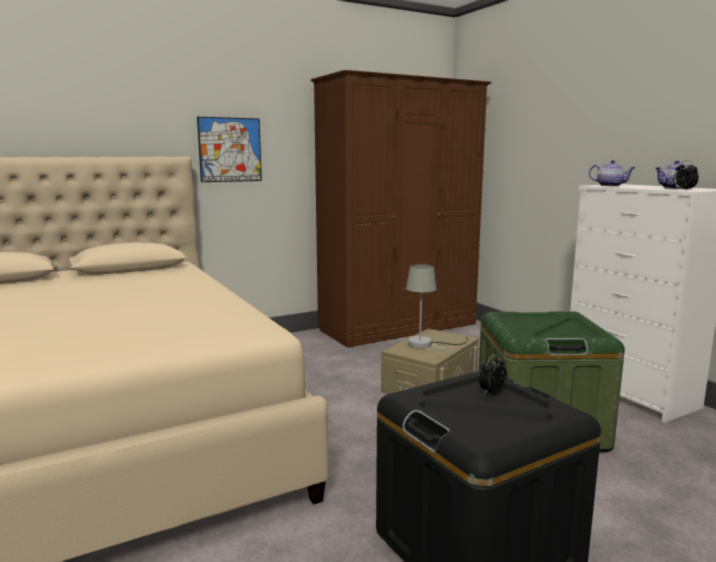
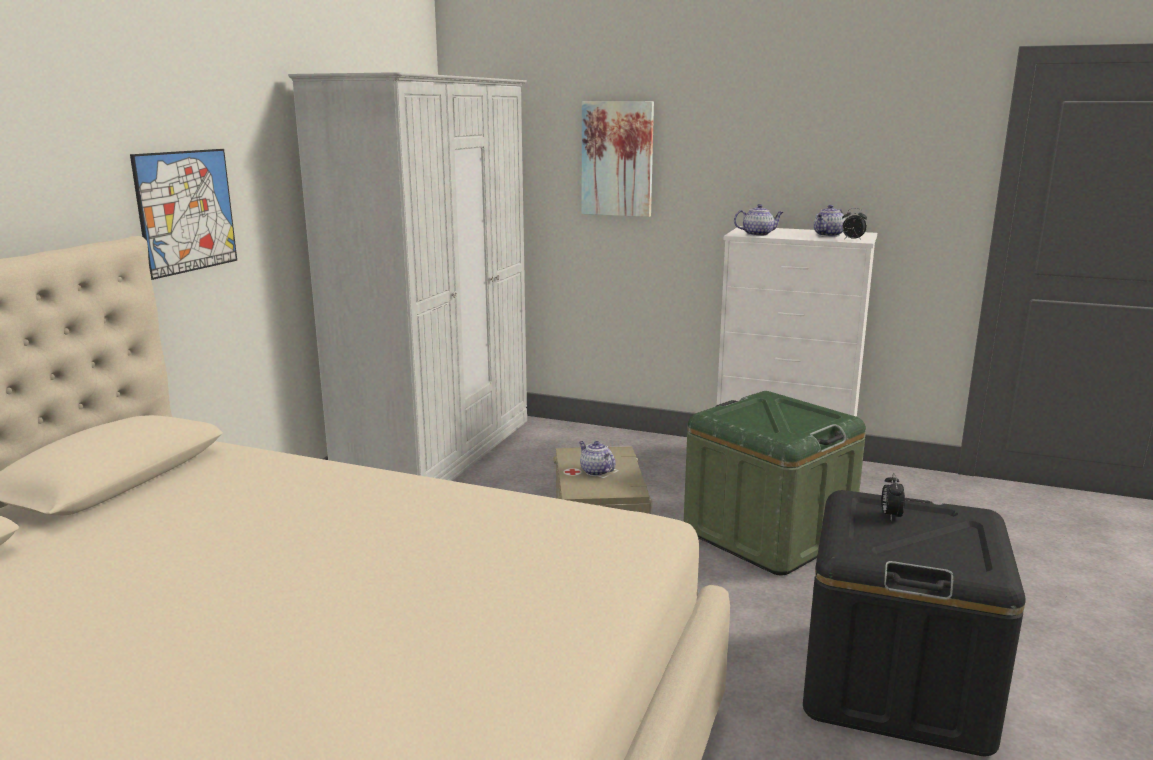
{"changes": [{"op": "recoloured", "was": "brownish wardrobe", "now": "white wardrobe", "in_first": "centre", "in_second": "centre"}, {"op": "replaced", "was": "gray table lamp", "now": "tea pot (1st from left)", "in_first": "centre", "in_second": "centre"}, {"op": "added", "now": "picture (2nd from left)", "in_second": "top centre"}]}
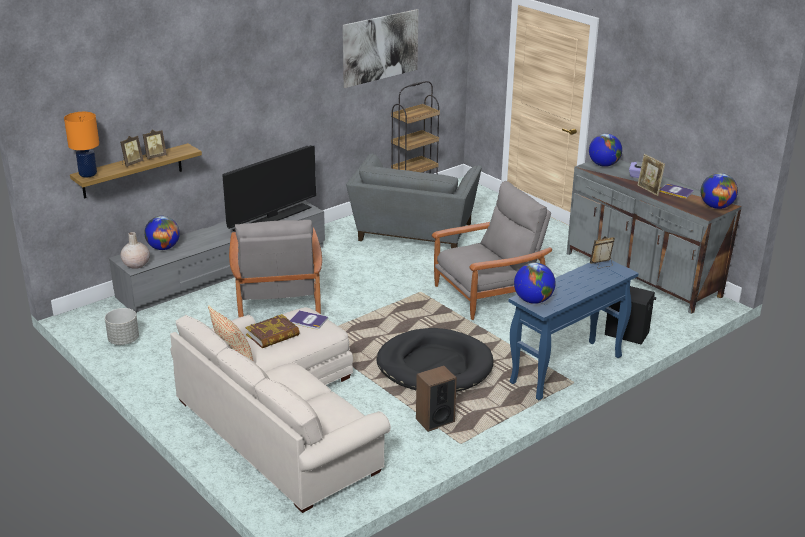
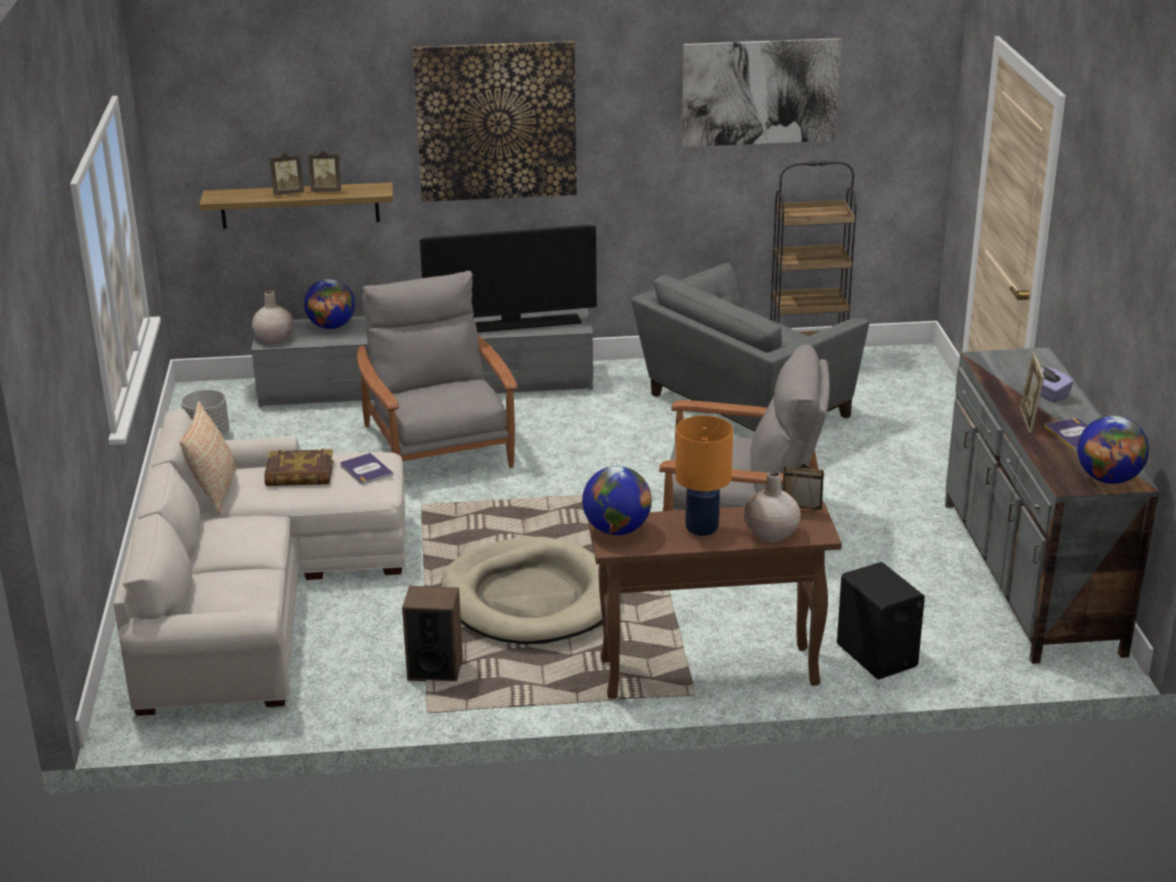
{"changes": [{"op": "moved", "was": "orangey table lamp", "in_first": "top left", "in_second": "centre"}, {"op": "turned", "was": "gray armchair (1st from left)", "in_first": "centre", "in_second": "centre", "clockwise": 135}, {"op": "recoloured", "was": "black pet bed", "now": "beige-coloured pet bed", "in_first": "bottom centre", "in_second": "bottom centre"}, {"op": "recoloured", "was": "blue console table", "now": "brownish console table", "in_first": "middle right", "in_second": "bottom centre"}, {"op": "removed", "was": "desk globe (3rd from left)", "in_first": "top right"}, {"op": "added", "now": "picture (1st from left)", "in_second": "top centre"}, {"op": "added", "now": "beige-coloured decorative vase (2nd from left)", "in_second": "centre"}]}
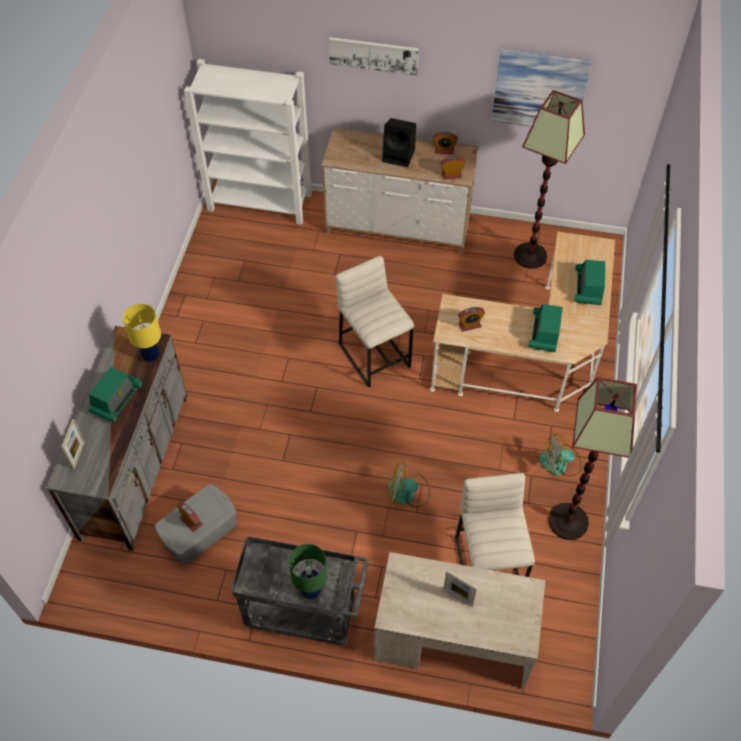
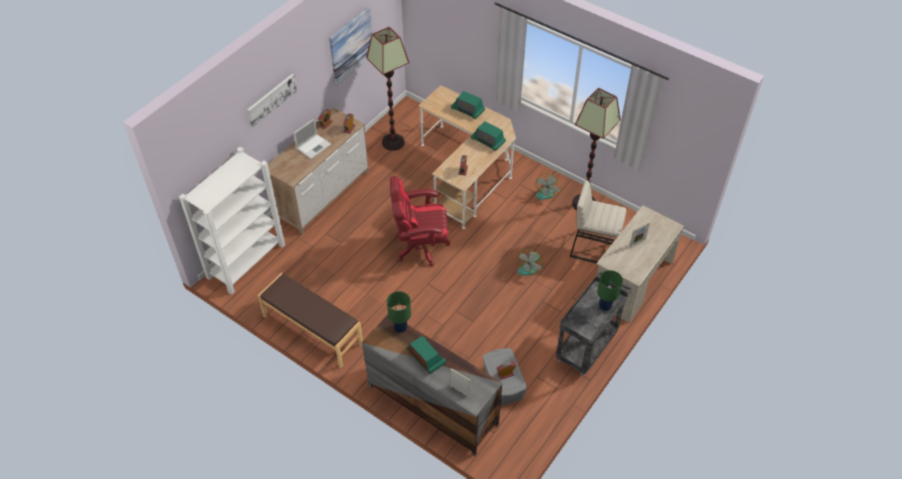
{"changes": [{"op": "recoloured", "was": "yellow table lamp", "now": "green-coloured table lamp (1st from left)", "in_first": "middle left", "in_second": "centre"}, {"op": "replaced", "was": "beige-coloured stool (1st from left)", "now": "red-coloured office chair", "in_first": "centre", "in_second": "centre"}, {"op": "replaced", "was": "black speaker", "now": "portable computer", "in_first": "top centre", "in_second": "top centre"}, {"op": "added", "now": "brownish bench", "in_second": "bottom centre"}]}
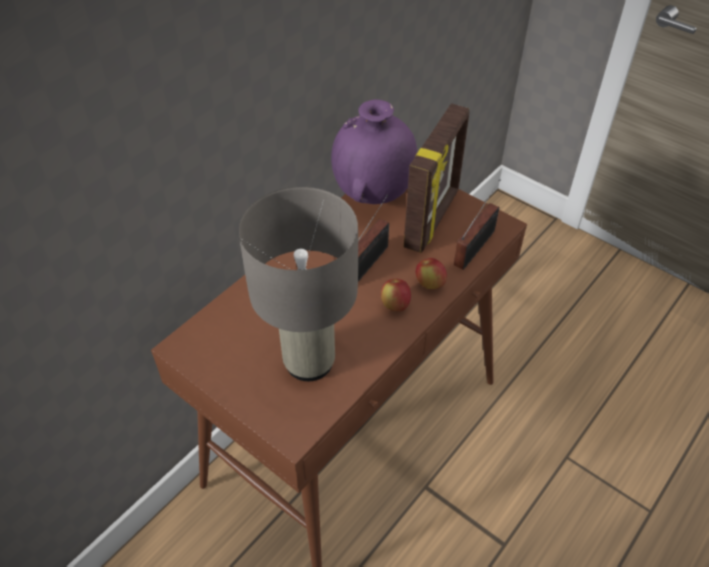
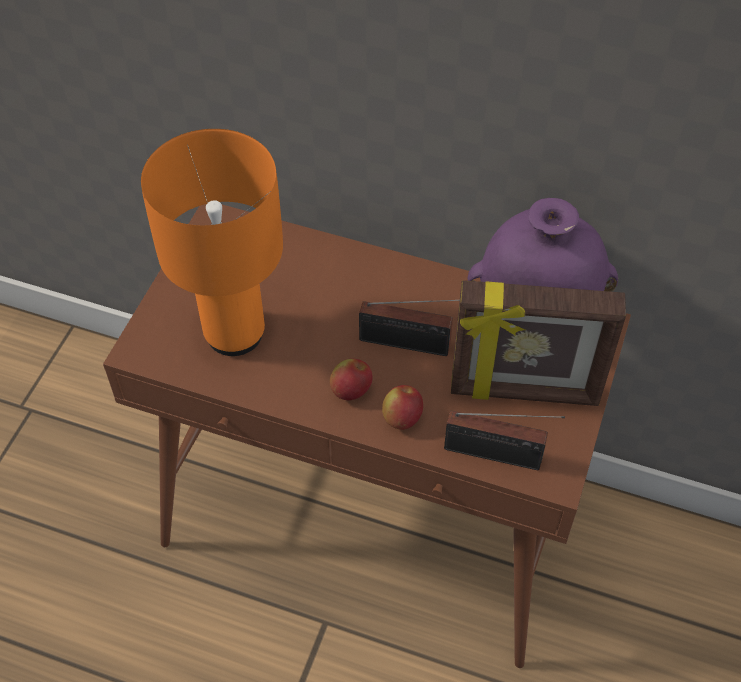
{"changes": [{"op": "recoloured", "was": "gray table lamp", "now": "orangey table lamp", "in_first": "centre", "in_second": "middle left"}]}
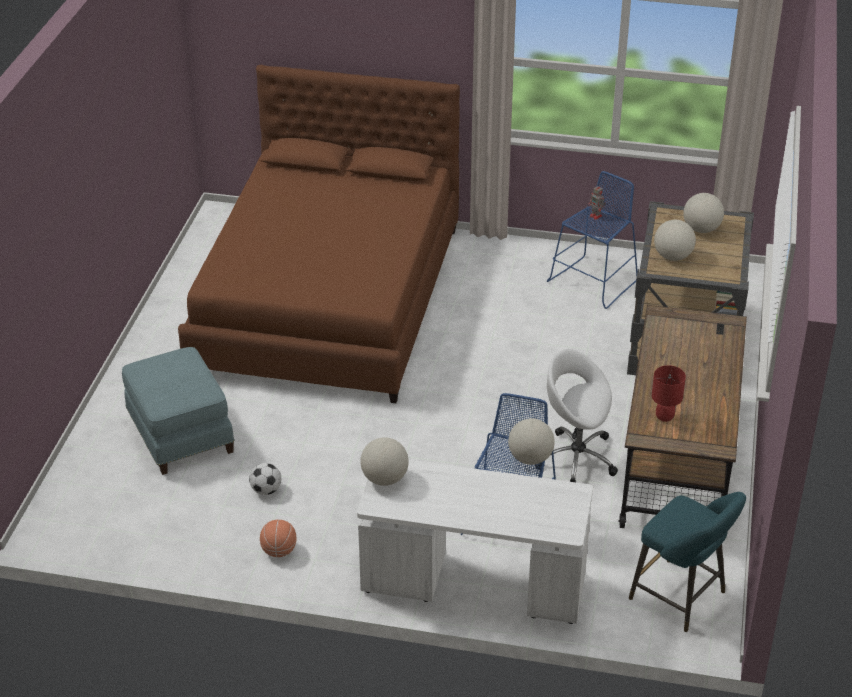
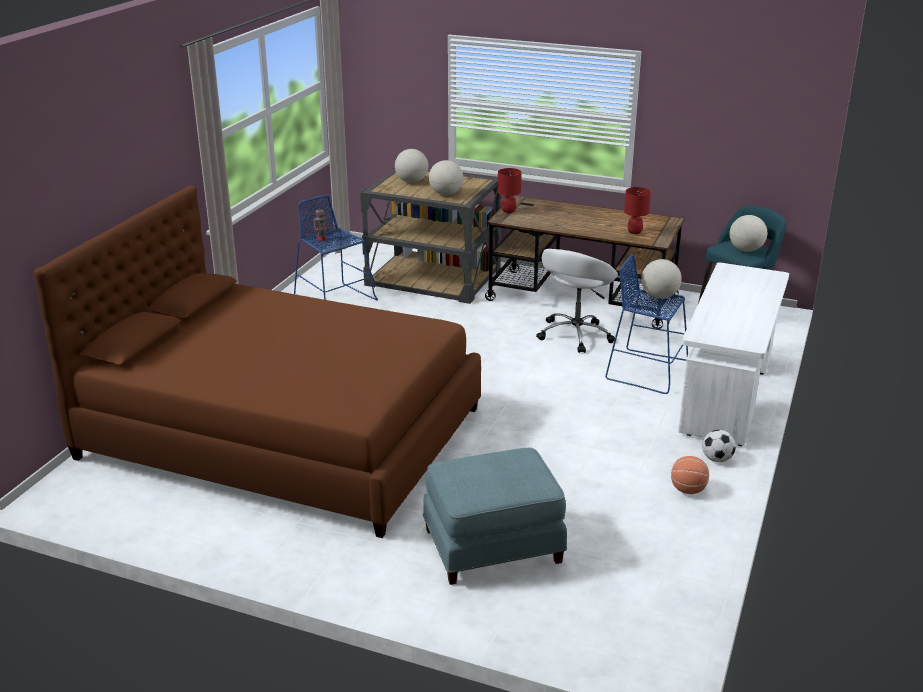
{"changes": [{"op": "moved", "was": "football ball", "in_first": "bottom left", "in_second": "middle right"}, {"op": "moved", "was": "desk globe (1st from left in the first image)", "now": "desk globe (4th from left)", "in_first": "centre", "in_second": "middle right"}, {"op": "added", "now": "red-coloured table lamp (1st from left)", "in_second": "top centre"}]}
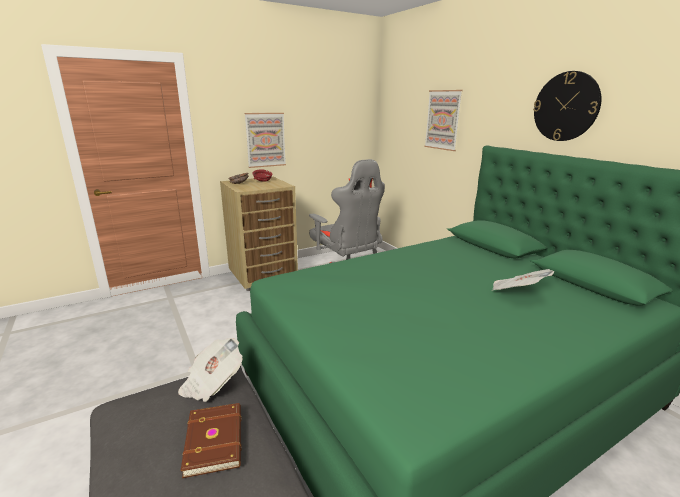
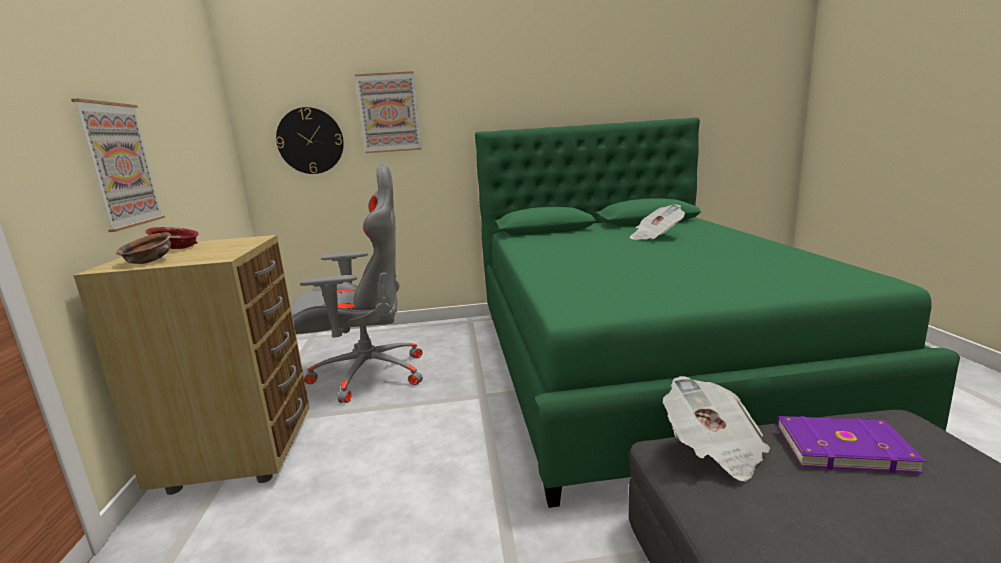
{"changes": [{"op": "recoloured", "was": "brownish volume", "now": "purple-coloured volume", "in_first": "bottom left", "in_second": "bottom right"}, {"op": "moved", "was": "hanging clock", "in_first": "top right", "in_second": "top left"}]}
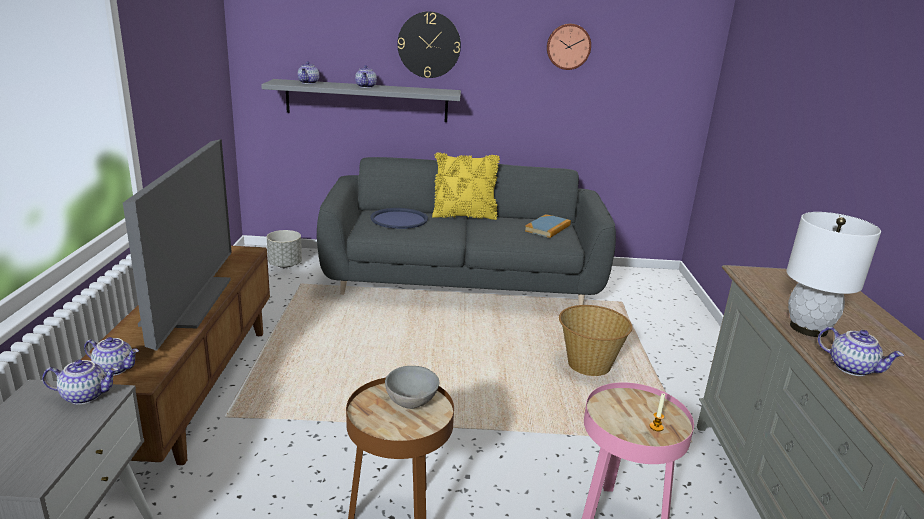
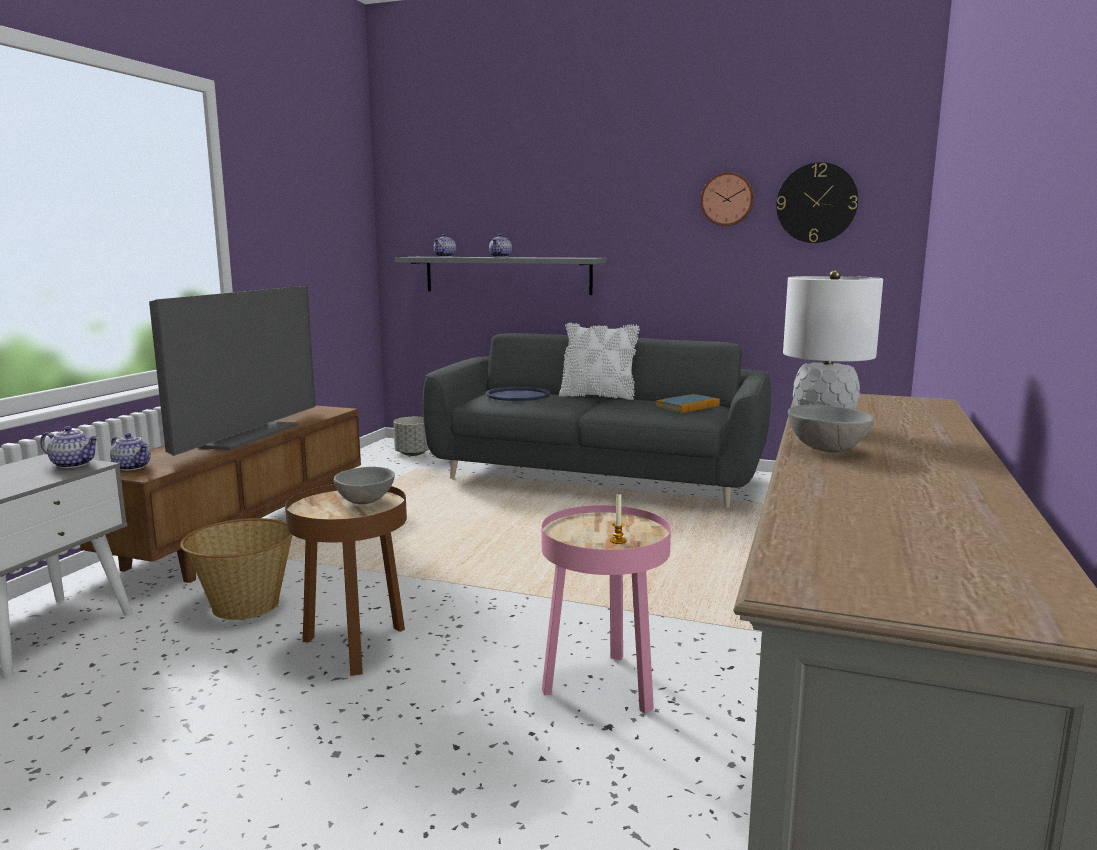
{"changes": [{"op": "moved", "was": "hanging clock (1st from left in the first image)", "now": "hanging clock (2nd from left)", "in_first": "top centre", "in_second": "top right"}, {"op": "recoloured", "was": "yellow cushion", "now": "white cushion", "in_first": "centre", "in_second": "centre"}, {"op": "moved", "was": "basket", "in_first": "centre", "in_second": "bottom left"}, {"op": "replaced", "was": "tea pot (5th from left)", "now": "gray serving bowl (2nd from left)", "in_first": "bottom right", "in_second": "middle right"}]}
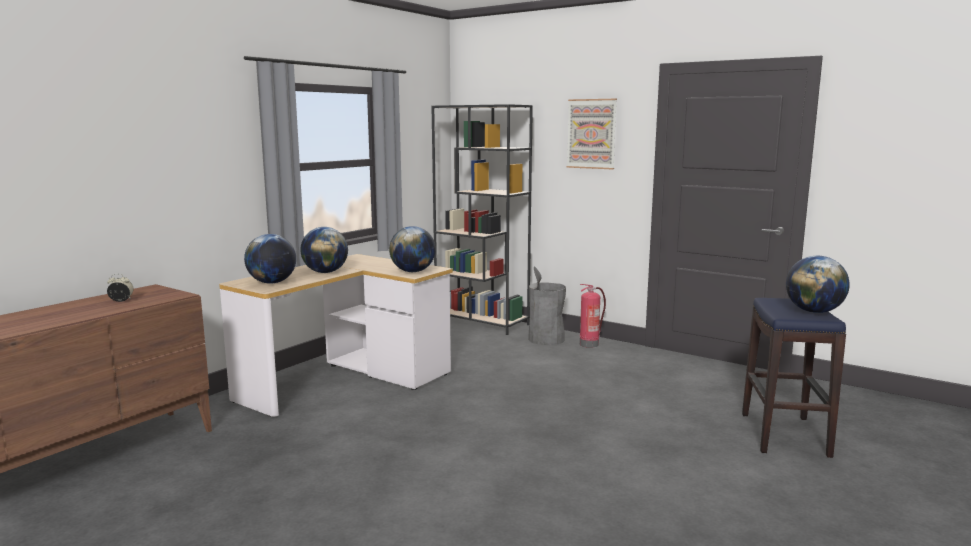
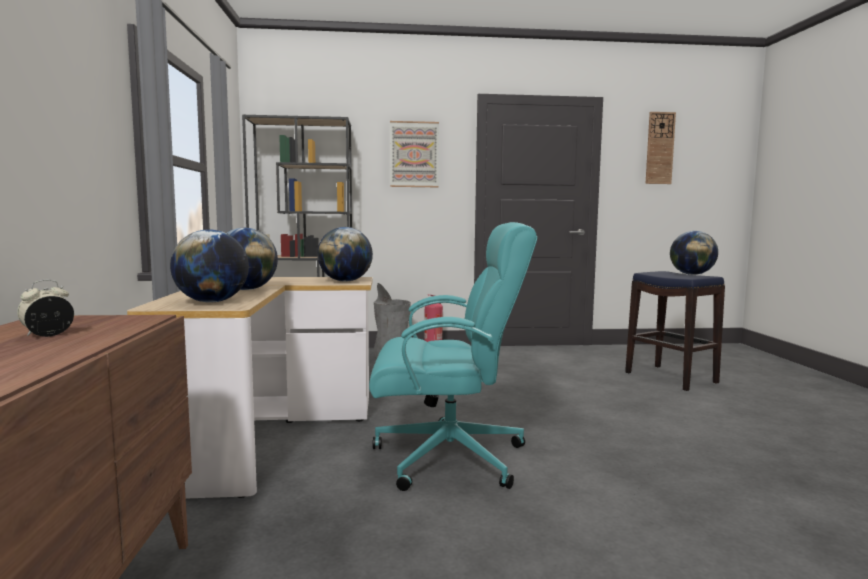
{"changes": [{"op": "added", "now": "blue-green office chair", "in_second": "centre"}, {"op": "added", "now": "hanging clock", "in_second": "top right"}]}
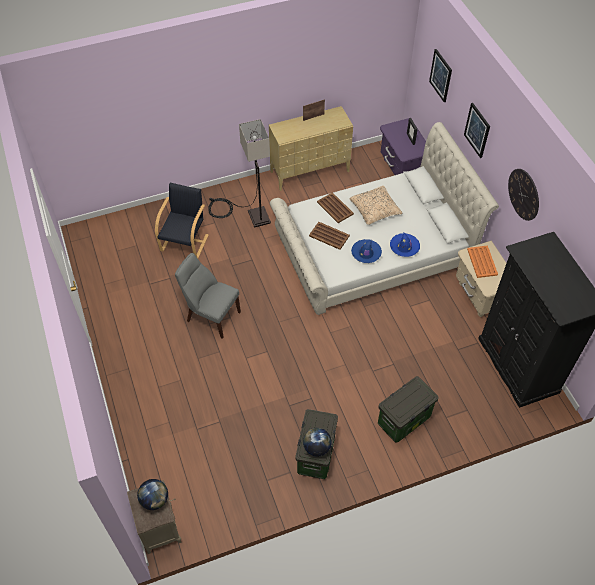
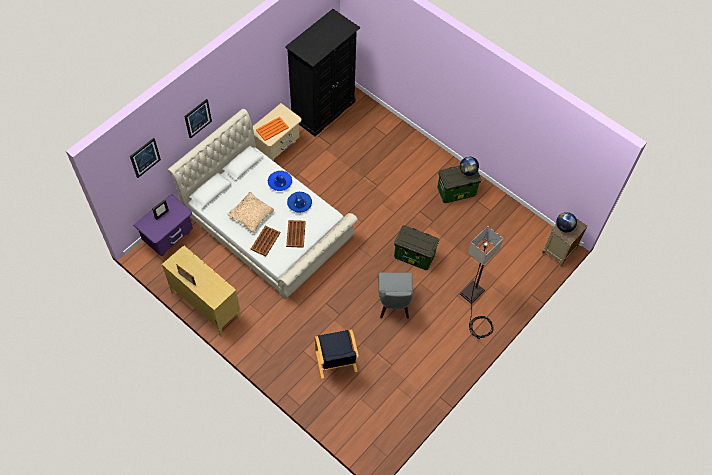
{"changes": [{"op": "turned", "was": "black armchair", "in_first": "middle left", "in_second": "bottom centre", "clockwise": -90}, {"op": "moved", "was": "standing lamp", "in_first": "top centre", "in_second": "middle right"}, {"op": "moved", "was": "storage container (2nd from left in the first image)", "now": "storage container (1st from left)", "in_first": "bottom right", "in_second": "centre"}, {"op": "removed", "was": "hanging clock", "in_first": "middle right"}]}
